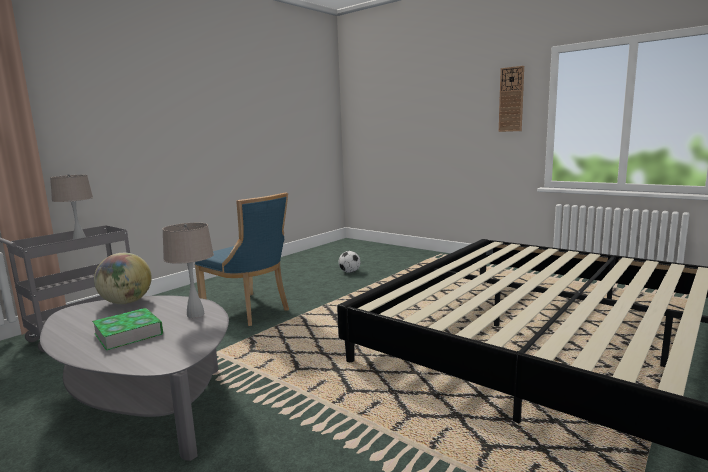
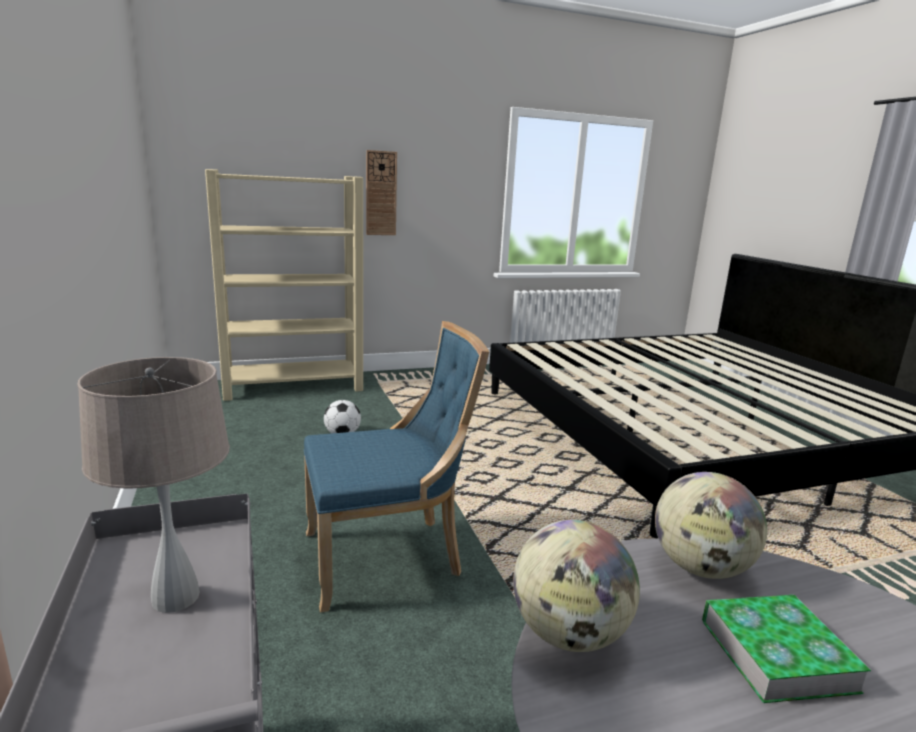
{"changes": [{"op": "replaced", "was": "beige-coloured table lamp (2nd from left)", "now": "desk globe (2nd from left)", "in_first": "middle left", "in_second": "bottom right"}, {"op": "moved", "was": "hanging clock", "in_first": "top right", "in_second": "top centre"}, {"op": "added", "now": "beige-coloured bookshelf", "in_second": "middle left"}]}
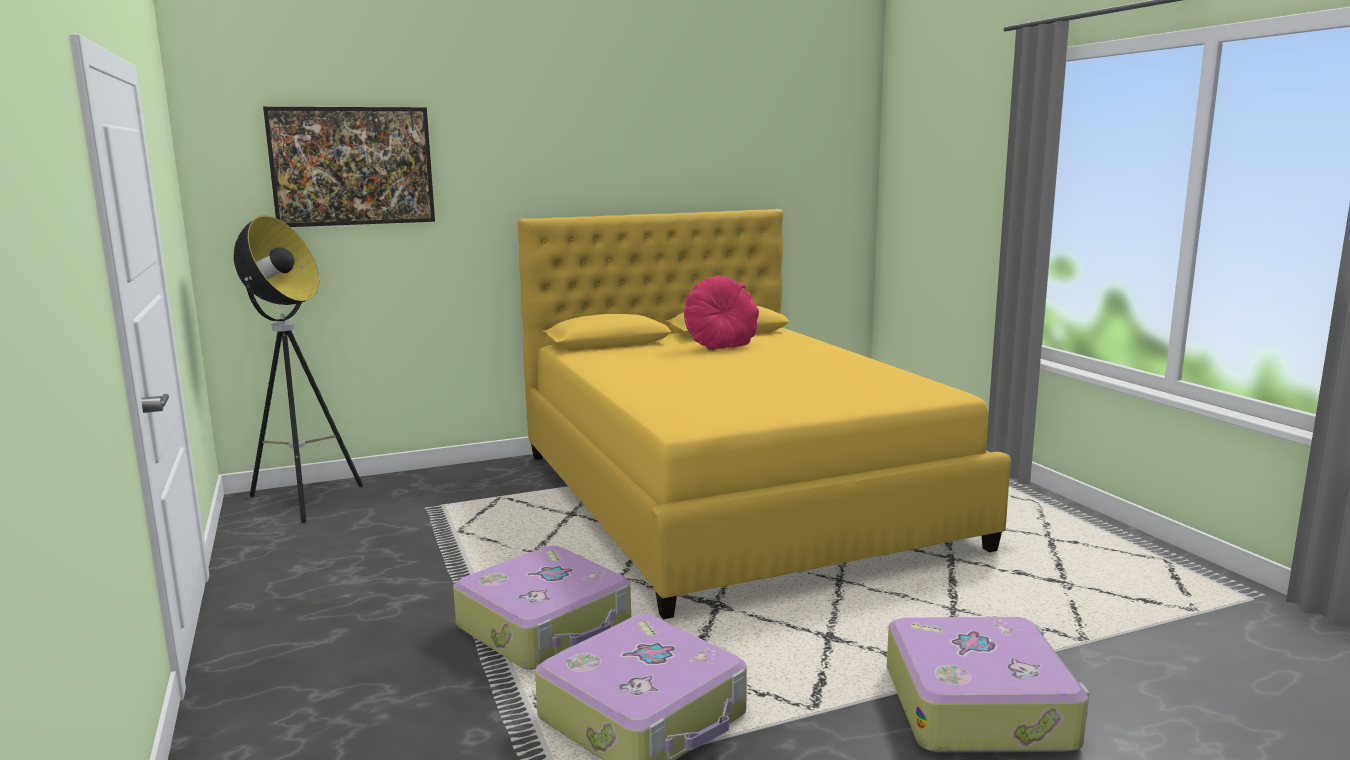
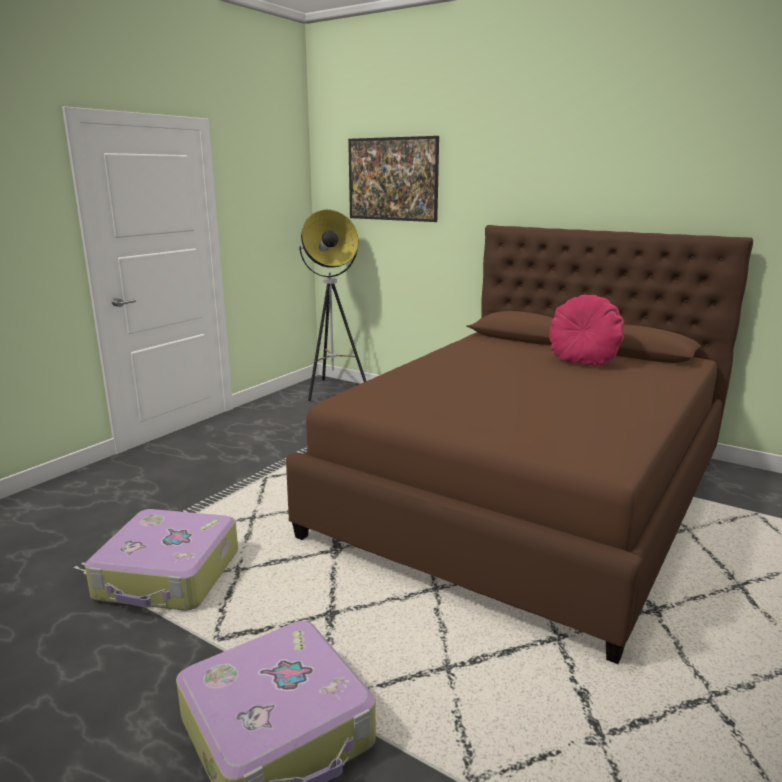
{"changes": [{"op": "removed", "was": "piece of luggage (1st from left)", "in_first": "bottom centre"}, {"op": "recoloured", "was": "yellow sleeping bed", "now": "brownish sleeping bed", "in_first": "centre", "in_second": "centre"}]}
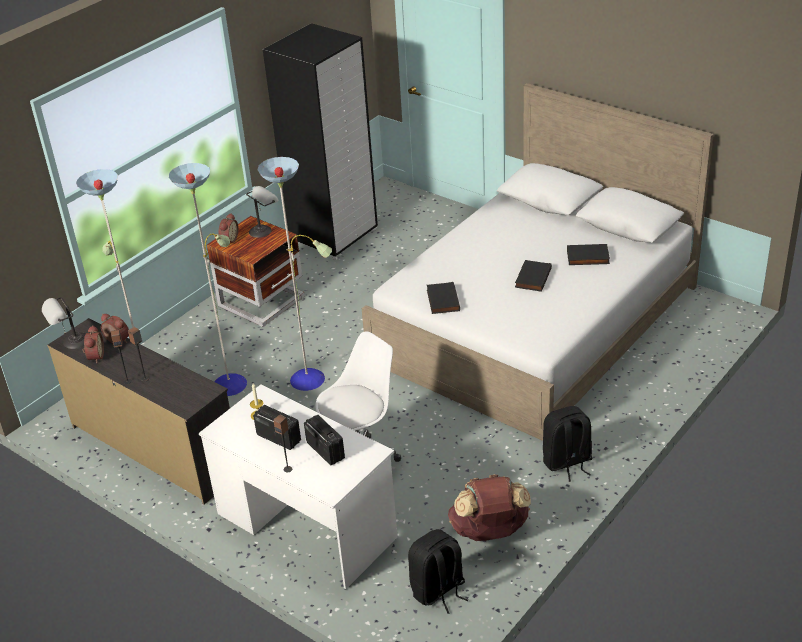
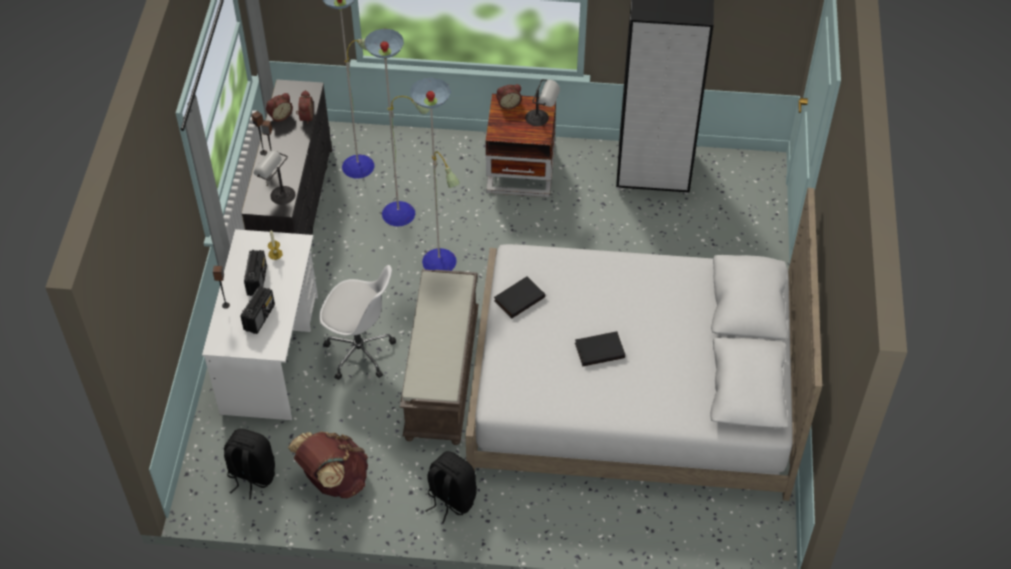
{"changes": [{"op": "moved", "was": "table lamp (1st from left)", "in_first": "middle left", "in_second": "top left"}, {"op": "removed", "was": "black volume (3rd from left)", "in_first": "middle right"}, {"op": "added", "now": "brownish bench", "in_second": "centre"}]}
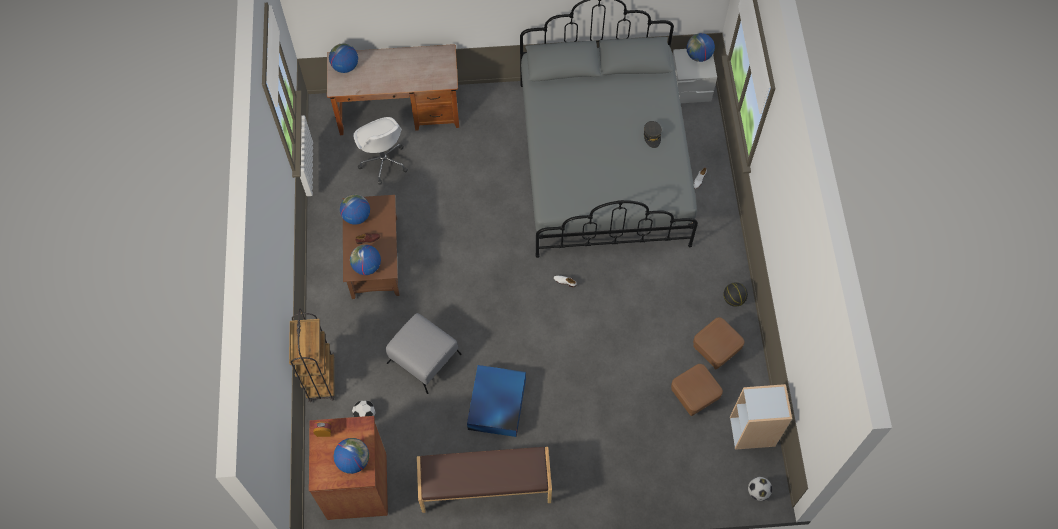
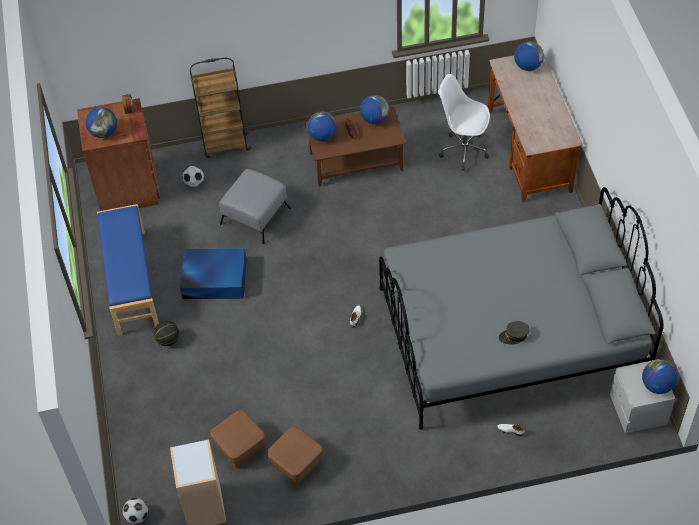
{"changes": [{"op": "turned", "was": "white office chair", "in_first": "top centre", "in_second": "top centre", "clockwise": 60}, {"op": "recoloured", "was": "brownish bench", "now": "blue bench", "in_first": "bottom centre", "in_second": "middle left"}, {"op": "moved", "was": "ball for basketball", "in_first": "middle right", "in_second": "middle left"}]}
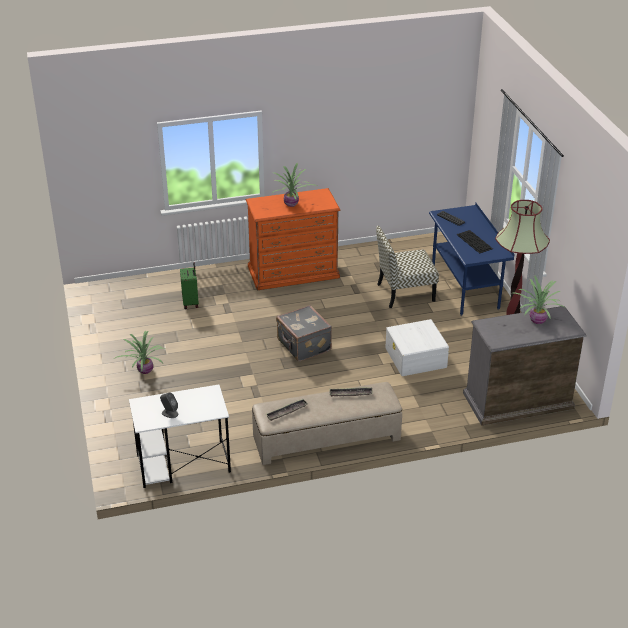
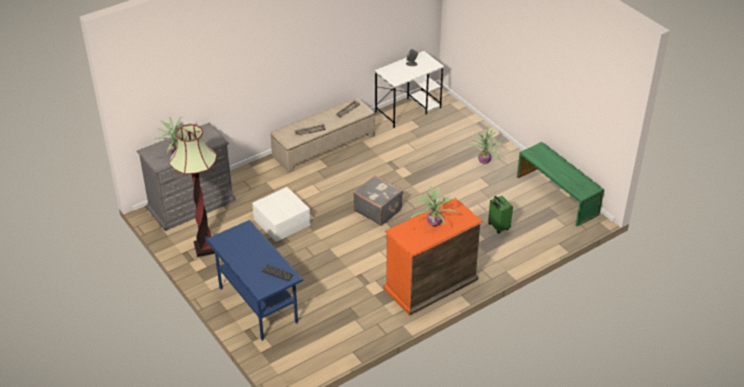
{"changes": [{"op": "removed", "was": "chair", "in_first": "centre"}, {"op": "removed", "was": "keyboard (2nd from left)", "in_first": "middle right"}, {"op": "added", "now": "green-coloured bench", "in_second": "middle right"}]}
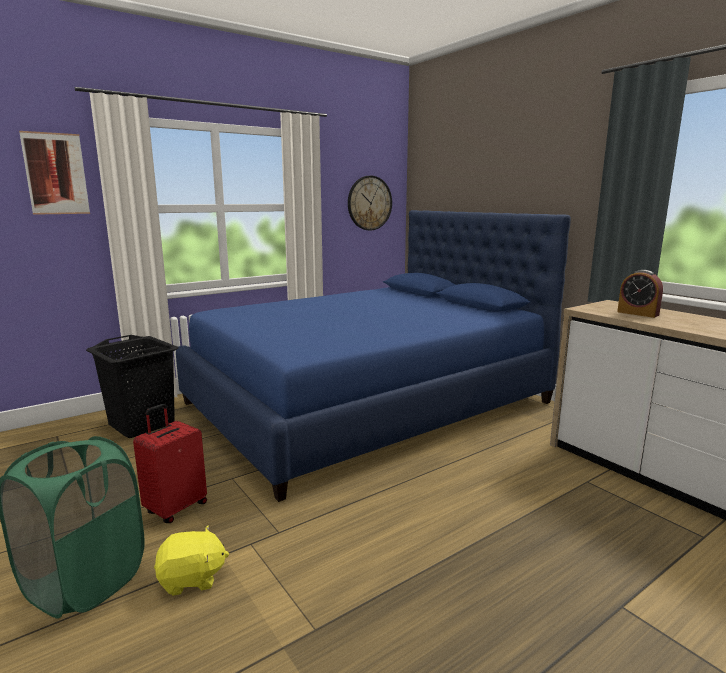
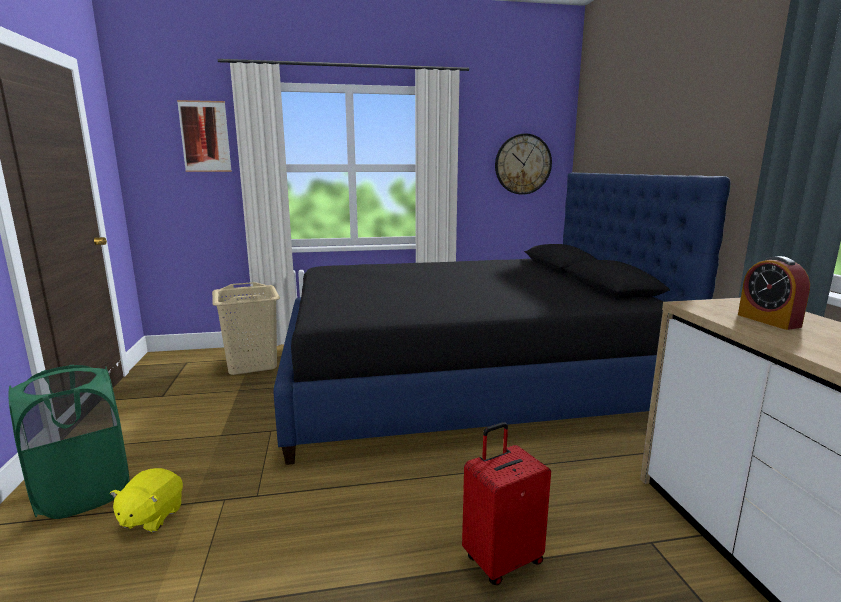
{"changes": [{"op": "recoloured", "was": "black laundry basket", "now": "beige-coloured laundry basket", "in_first": "middle left", "in_second": "middle left"}, {"op": "moved", "was": "red-coloured piece of luggage", "in_first": "bottom left", "in_second": "bottom centre"}, {"op": "turned", "was": "yellow plush toy", "in_first": "bottom left", "in_second": "bottom left", "clockwise": 90}, {"op": "recoloured", "was": "blue sleeping bed", "now": "black sleeping bed", "in_first": "centre", "in_second": "centre"}]}
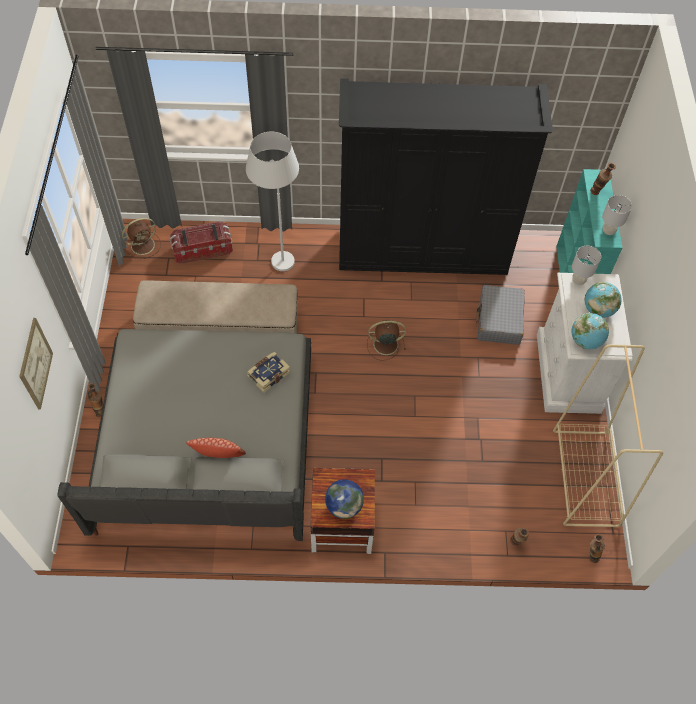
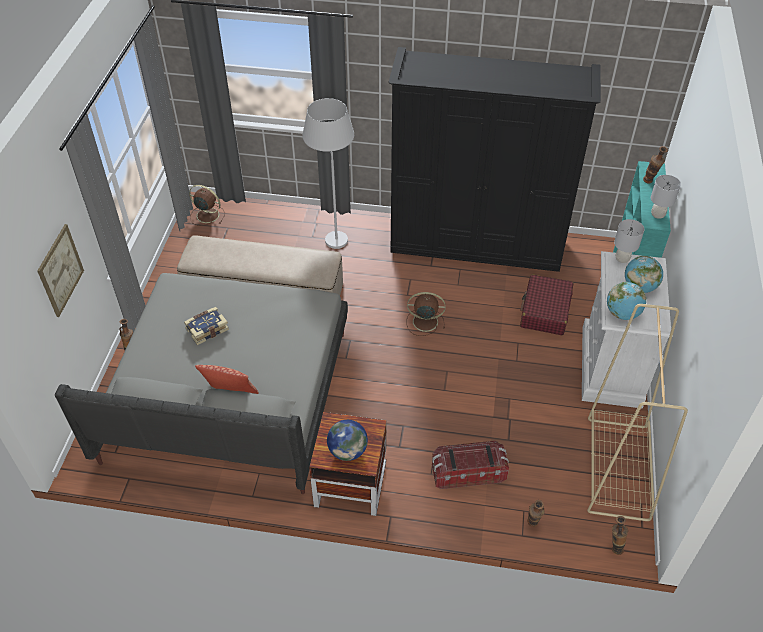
{"changes": [{"op": "turned", "was": "brownish electric fan (1st from left)", "in_first": "middle left", "in_second": "top left", "clockwise": -135}, {"op": "moved", "was": "storage container", "in_first": "middle left", "in_second": "bottom centre"}, {"op": "moved", "was": "volume", "in_first": "centre", "in_second": "middle left"}, {"op": "recoloured", "was": "gray piece of luggage", "now": "red-coloured piece of luggage", "in_first": "middle right", "in_second": "middle right"}]}
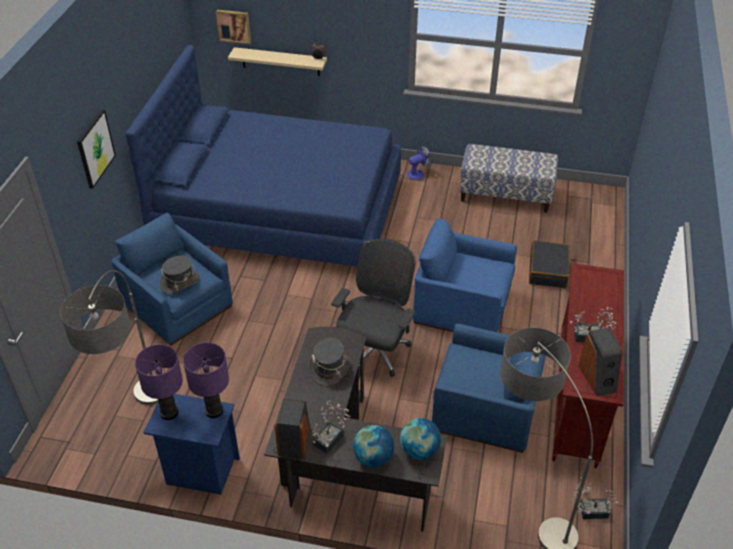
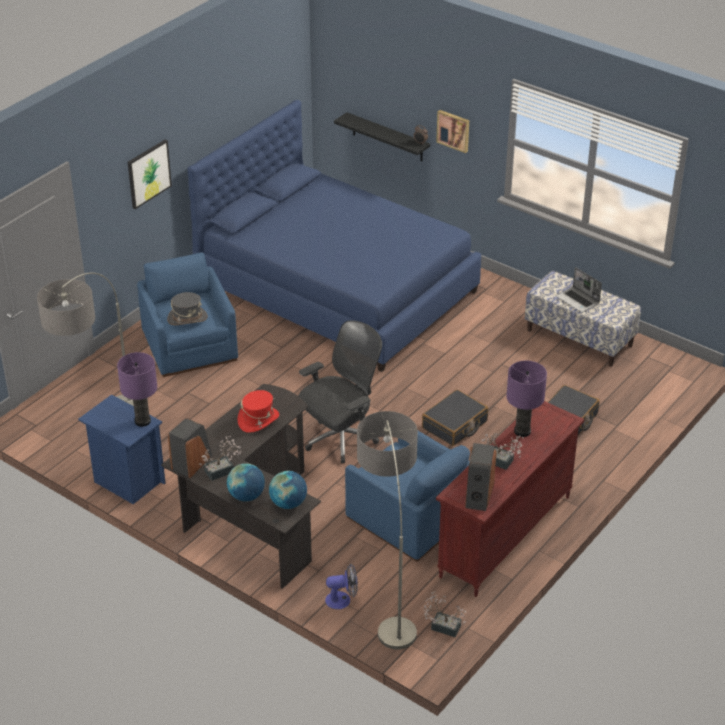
{"changes": [{"op": "moved", "was": "purple-coloured table lamp (1st from left in the first image)", "now": "purple-coloured table lamp (2nd from left)", "in_first": "bottom left", "in_second": "middle right"}, {"op": "moved", "was": "picture (2nd from left)", "in_first": "top left", "in_second": "top centre"}, {"op": "recoloured", "was": "beige-coloured wall shelf", "now": "black wall shelf", "in_first": "top centre", "in_second": "top centre"}, {"op": "recoloured", "was": "gray wearable hat (2nd from left)", "now": "red-coloured wearable hat", "in_first": "centre", "in_second": "centre"}, {"op": "moved", "was": "electric fan", "in_first": "top centre", "in_second": "bottom centre"}, {"op": "replaced", "was": "blue armchair (2nd from left)", "now": "black piece of luggage (1st from left)", "in_first": "centre", "in_second": "centre"}, {"op": "added", "now": "portable computer", "in_second": "middle right"}]}
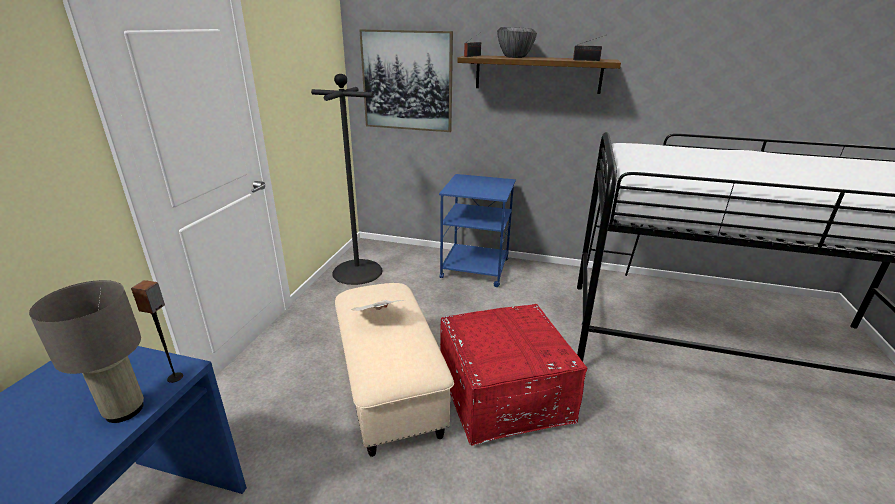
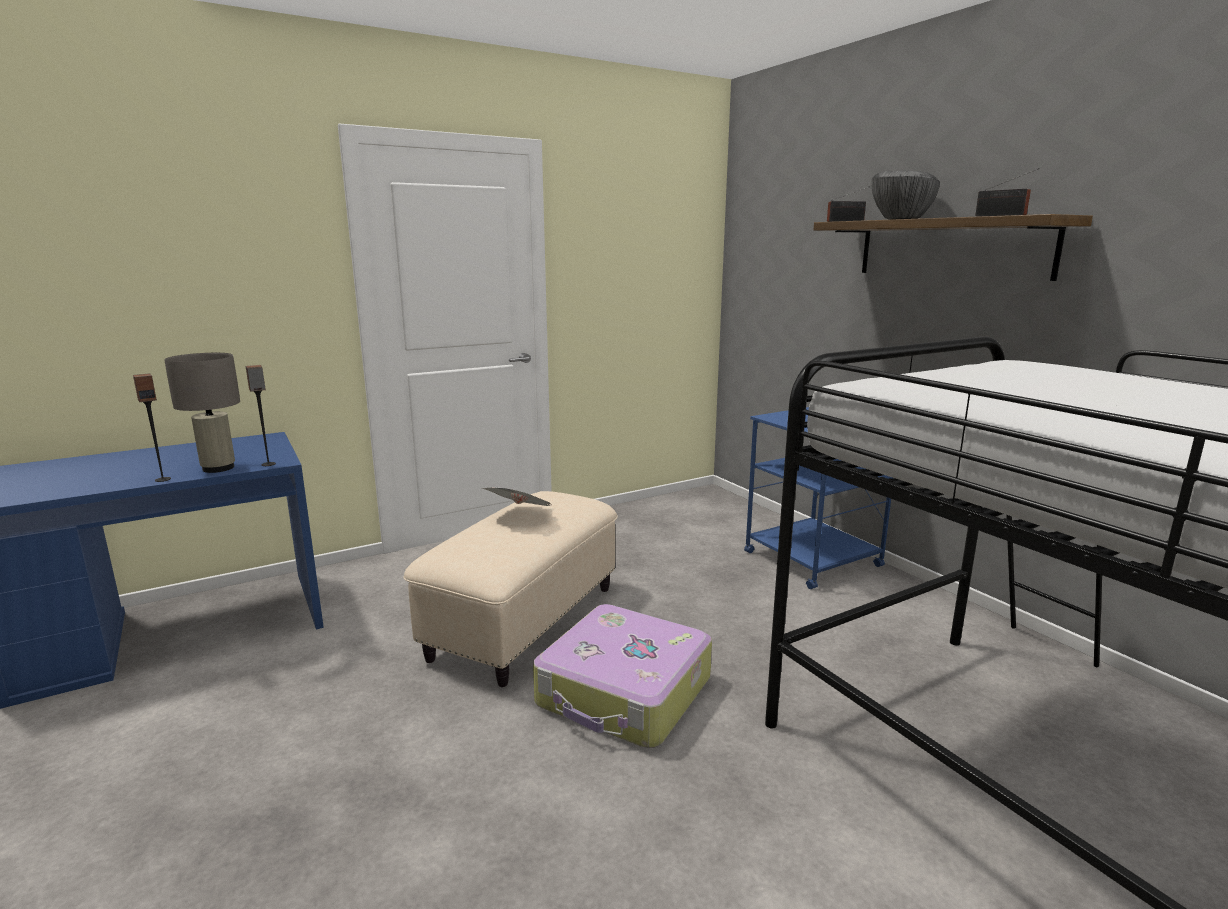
{"changes": [{"op": "removed", "was": "black garment rack", "in_first": "centre"}, {"op": "removed", "was": "picture", "in_first": "top centre"}, {"op": "replaced", "was": "red-coloured ottoman", "now": "piece of luggage", "in_first": "bottom centre", "in_second": "bottom centre"}, {"op": "added", "now": "speaker (1st from left)", "in_second": "middle left"}]}
